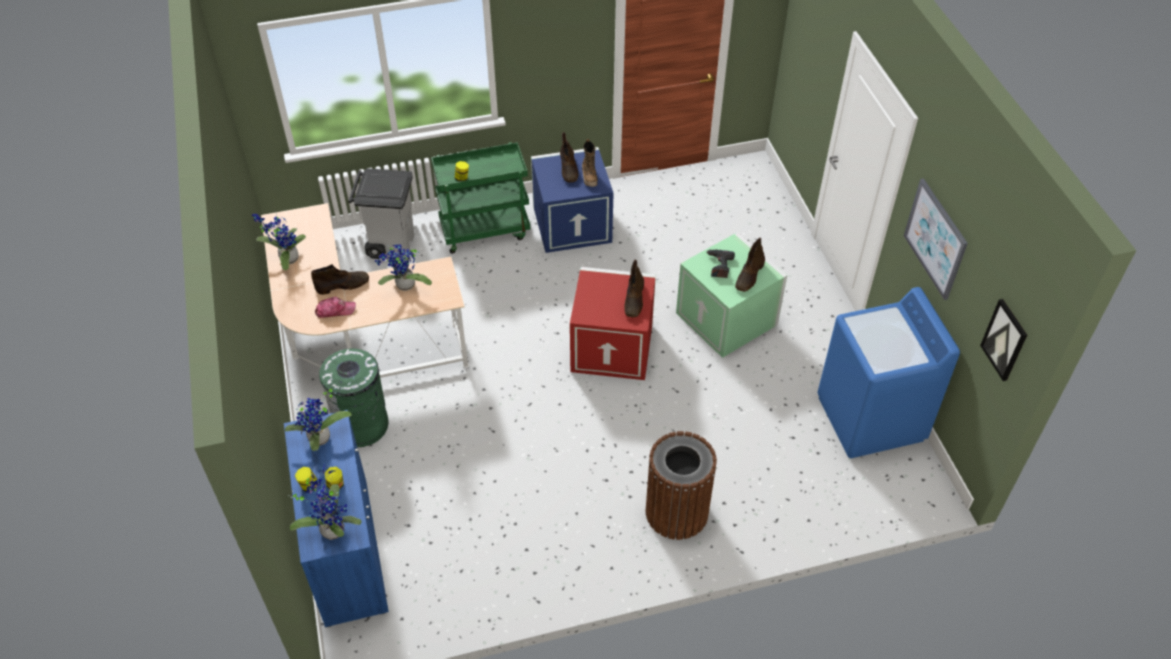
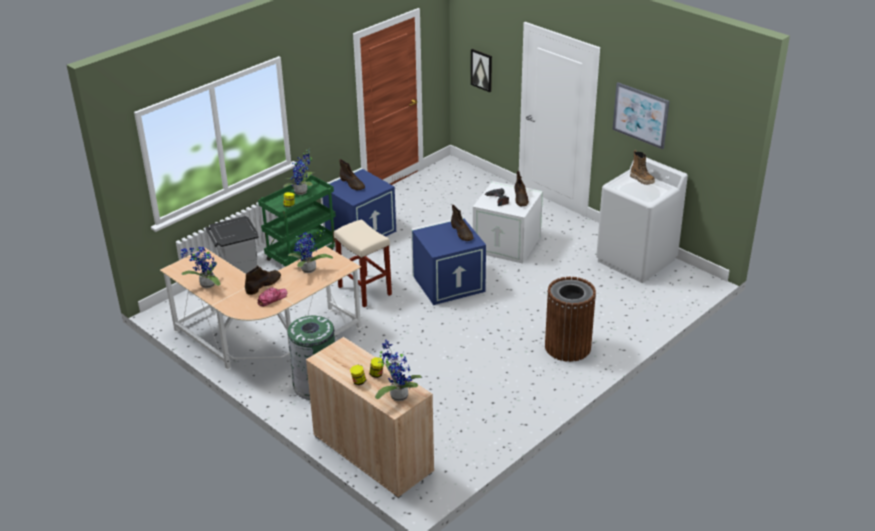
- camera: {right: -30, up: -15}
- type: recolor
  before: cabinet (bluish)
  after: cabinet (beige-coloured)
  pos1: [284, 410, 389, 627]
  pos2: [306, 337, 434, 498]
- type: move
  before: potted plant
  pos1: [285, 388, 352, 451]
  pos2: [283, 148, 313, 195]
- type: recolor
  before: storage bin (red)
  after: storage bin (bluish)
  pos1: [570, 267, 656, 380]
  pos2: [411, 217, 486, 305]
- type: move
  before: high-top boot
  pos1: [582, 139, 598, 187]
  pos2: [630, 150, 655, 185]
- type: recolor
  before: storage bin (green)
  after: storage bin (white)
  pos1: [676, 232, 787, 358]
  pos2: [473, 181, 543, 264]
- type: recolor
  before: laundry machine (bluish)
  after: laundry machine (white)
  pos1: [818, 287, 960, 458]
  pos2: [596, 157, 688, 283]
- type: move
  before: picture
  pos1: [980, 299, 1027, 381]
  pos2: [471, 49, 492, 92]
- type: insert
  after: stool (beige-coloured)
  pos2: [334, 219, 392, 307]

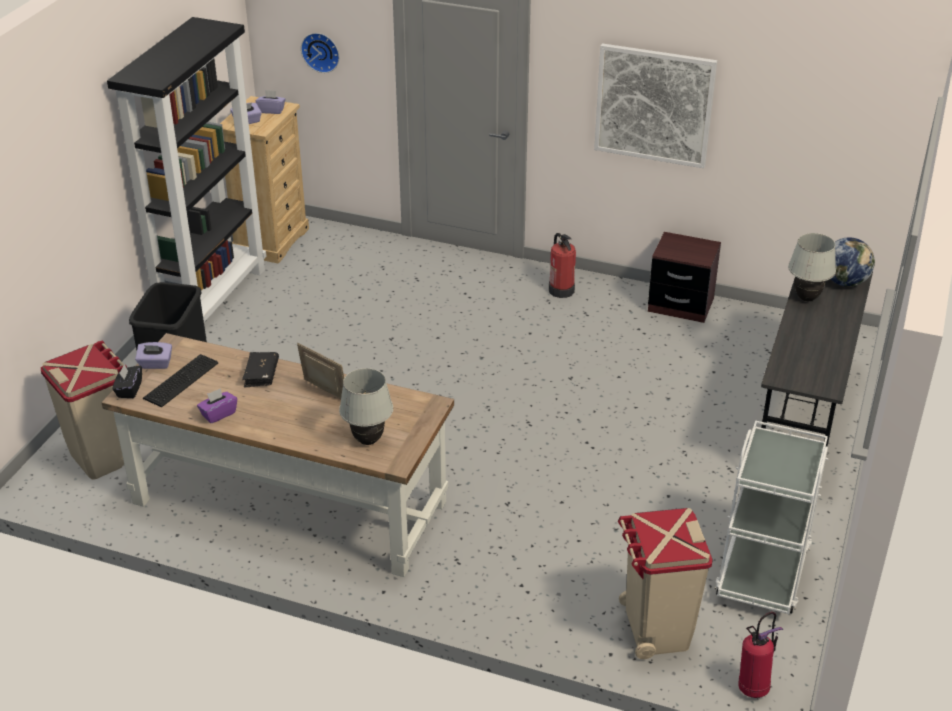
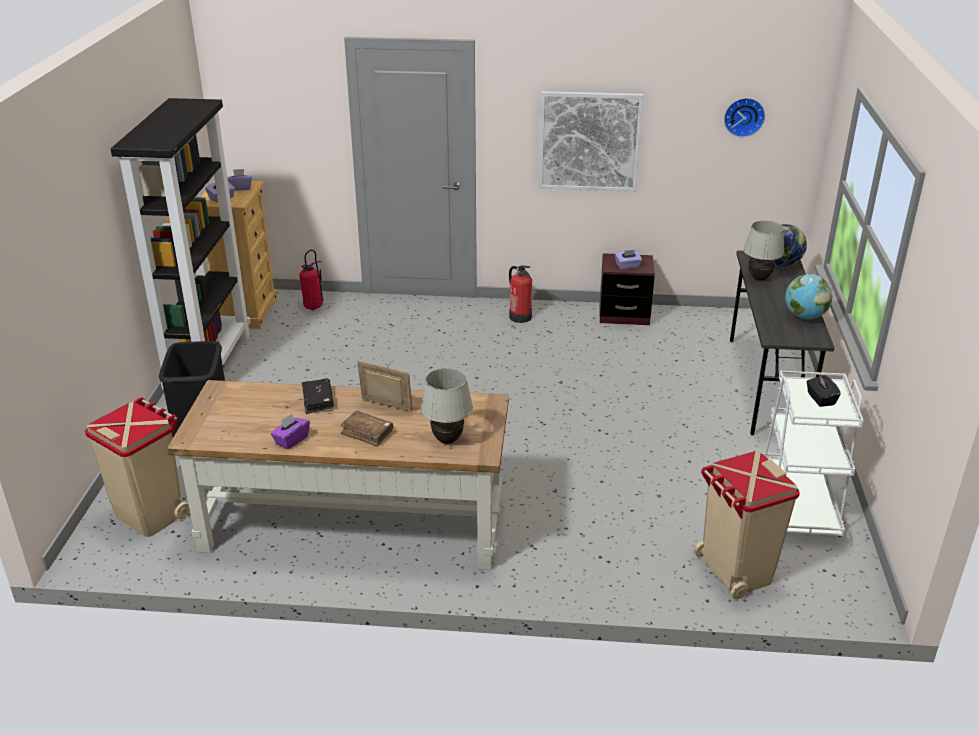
- camera: {right: -15, up: -5}
- type: move
  before: box of tissues (blackish)
  pos1: [112, 364, 142, 398]
  pos2: [806, 375, 841, 407]
- type: move
  before: box of tissues (purple)
  pos1: [135, 342, 172, 369]
  pos2: [615, 250, 642, 269]
- type: delete
  before: keyboard
  pos1: [143, 354, 219, 407]
- type: move
  before: wall clock
  pos1: [301, 33, 340, 73]
  pos2: [724, 98, 765, 137]
- type: move
  before: extinguisher
  pos1: [738, 612, 784, 698]
  pos2: [299, 250, 323, 310]
- type: insert
  after: book (brown)
  pos2: [340, 411, 393, 447]
- type: insert
  after: desk globe
  pos2: [785, 274, 832, 319]

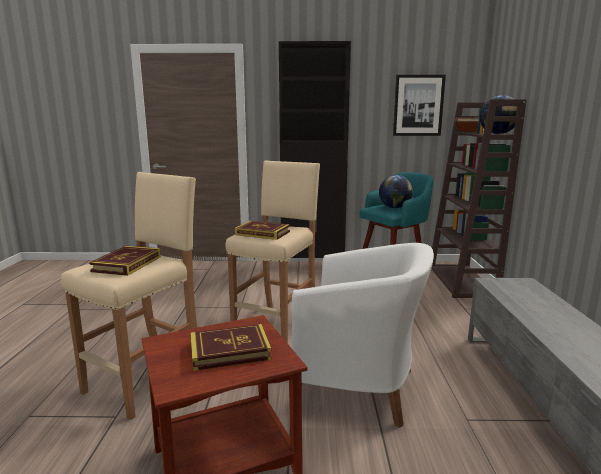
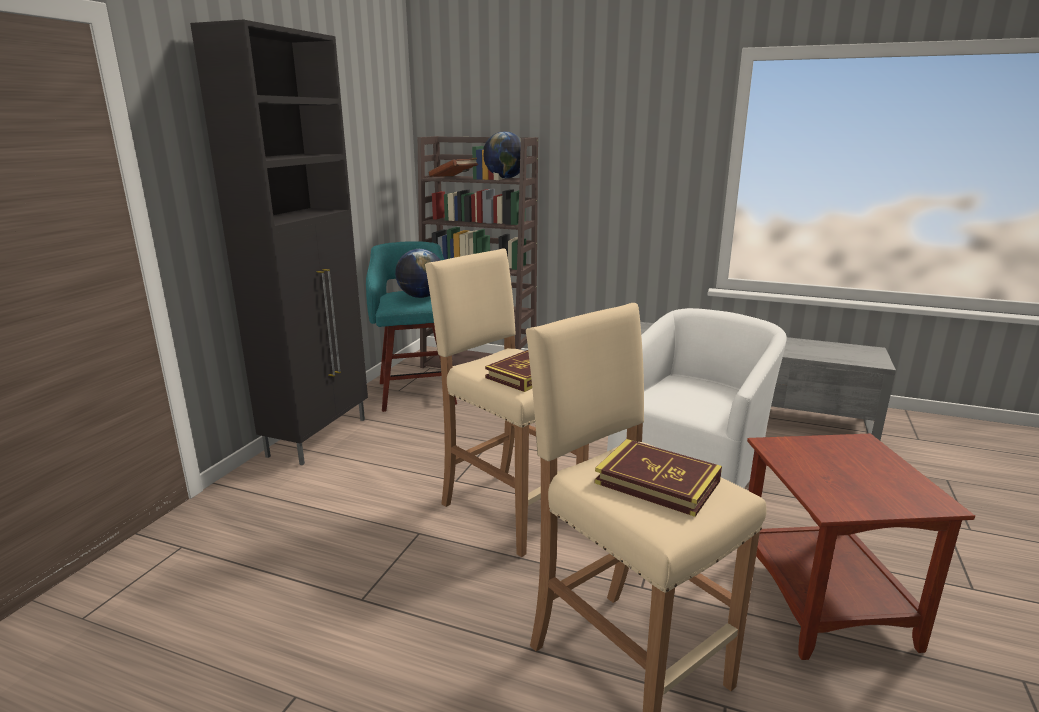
- camera: {right: -70, up: 5}
- type: delete
  before: book
  pos1: [190, 324, 272, 371]
- type: delete
  before: picture
  pos1: [393, 75, 446, 136]

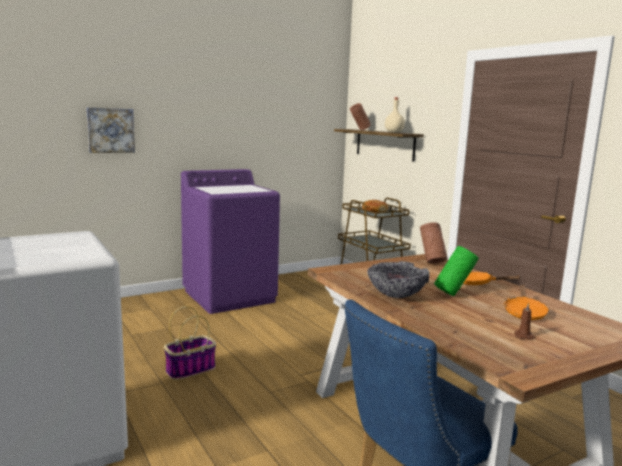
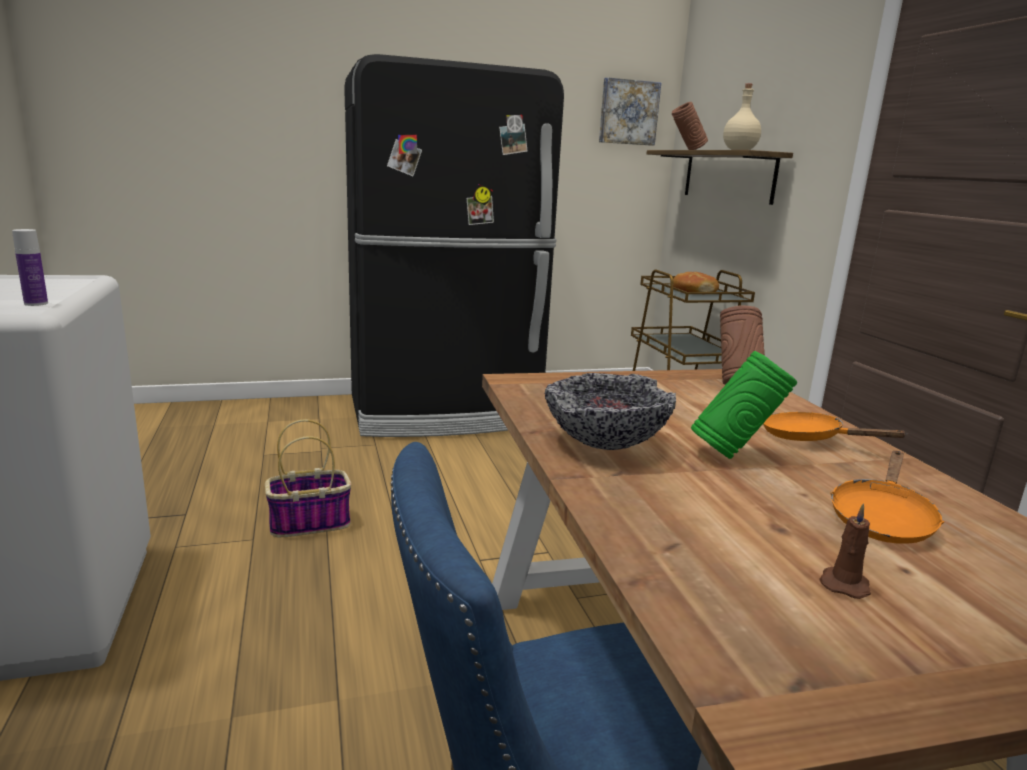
- camera: {right: 15, up: 5}
- type: move
  before: picture
  pos1: [86, 107, 135, 153]
  pos2: [599, 77, 661, 146]
- type: replace
  before: laundry machine (purple)
  after: kitchen fridge (blackish)
  pos1: [181, 169, 280, 314]
  pos2: [344, 54, 564, 437]
- type: insert
  after: bottle
  pos2: [12, 229, 48, 306]

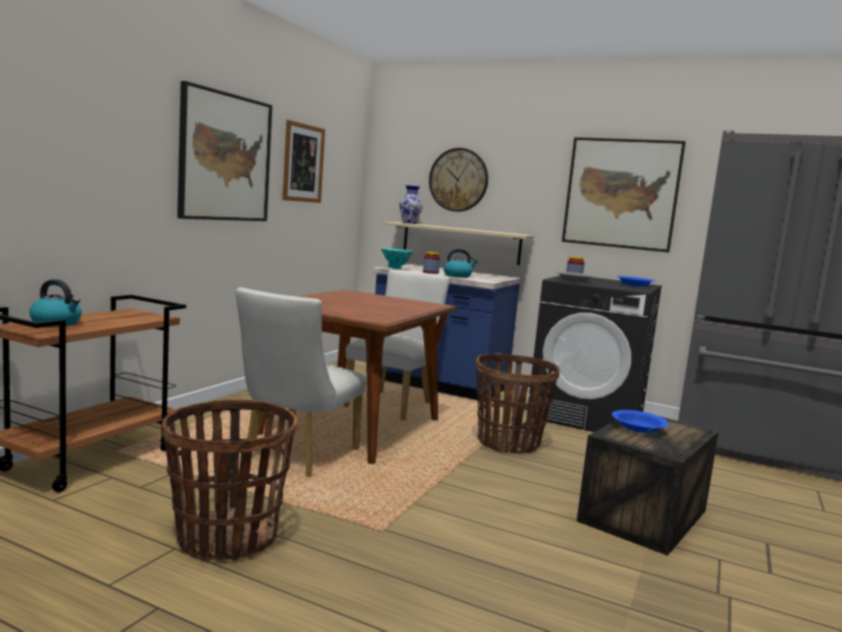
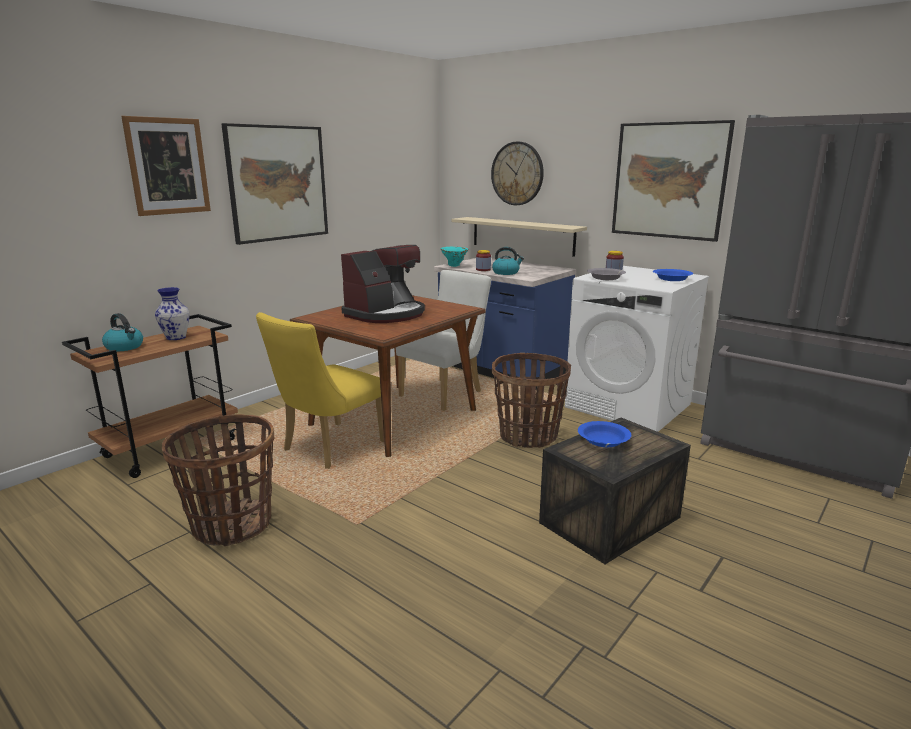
- camera: {right: 15, up: 10}
- type: recolor
  before: upright chair (white)
  after: upright chair (yellow-coloured)
  pos1: [236, 287, 367, 477]
  pos2: [256, 312, 384, 469]
- type: move
  before: picture
  pos1: [283, 120, 325, 203]
  pos2: [121, 116, 211, 216]
- type: move
  before: decorative vase
  pos1: [400, 185, 423, 224]
  pos2: [155, 287, 190, 340]
- type: recolor
  before: laundry machine (blackish)
  after: laundry machine (white)
  pos1: [527, 276, 662, 432]
  pos2: [565, 266, 709, 432]
- type: insert
  after: coffee machine
  pos2: [341, 245, 425, 323]

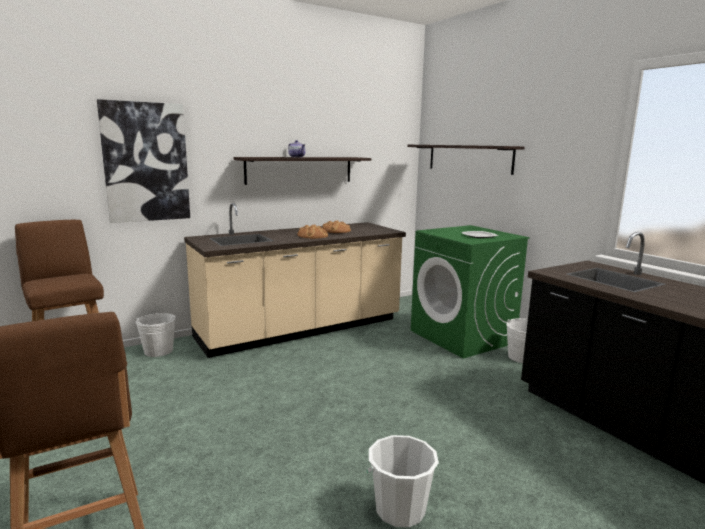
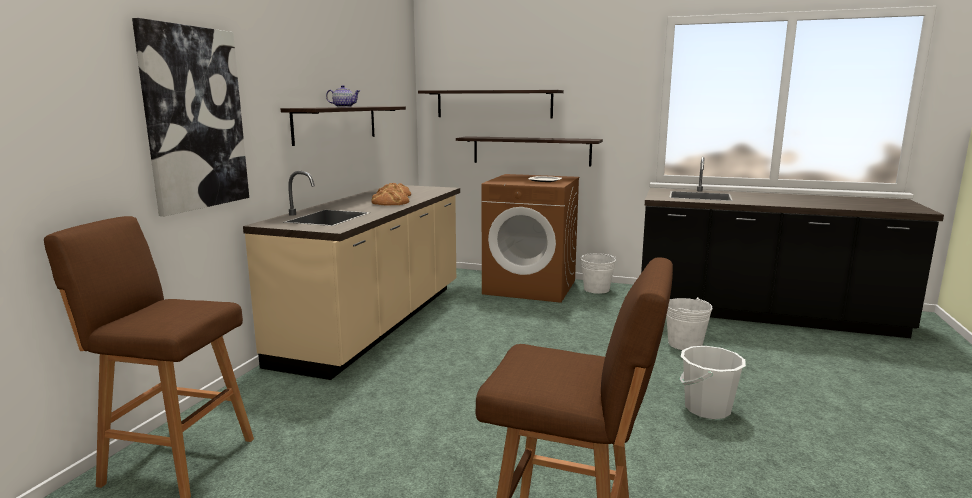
- camera: {right: -40, up: 0}
- type: move
  before: water bucket (white)
  pos1: [136, 313, 176, 357]
  pos2: [666, 297, 712, 350]
- type: recolor
  before: laundry machine (green)
  after: laundry machine (brown)
  pos1: [411, 225, 530, 359]
  pos2: [482, 174, 579, 303]
- type: insert
  after: wall shelf
  pos2: [456, 136, 603, 167]

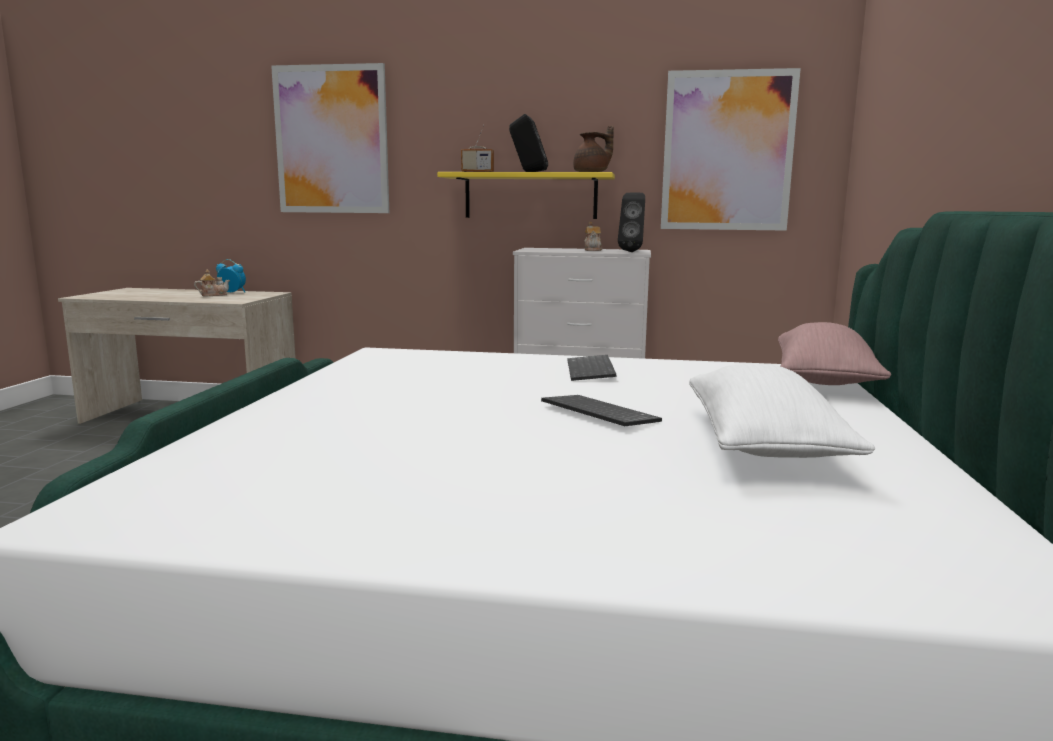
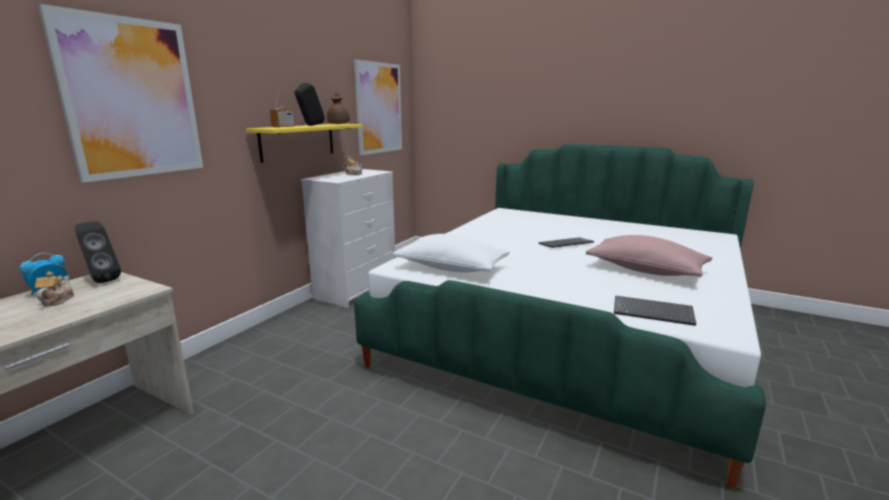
- camera: {right: -70, up: 5}
- type: move
  before: keyboard
  pos1: [567, 355, 617, 381]
  pos2: [614, 296, 696, 326]
- type: move
  before: speaker (blackish)
  pos1: [618, 192, 645, 252]
  pos2: [75, 221, 121, 283]
- type: move
  before: cushion (white)
  pos1: [689, 364, 875, 458]
  pos2: [392, 234, 510, 273]
- type: move
  before: cushion (pink)
  pos1: [778, 322, 891, 385]
  pos2: [586, 235, 712, 277]

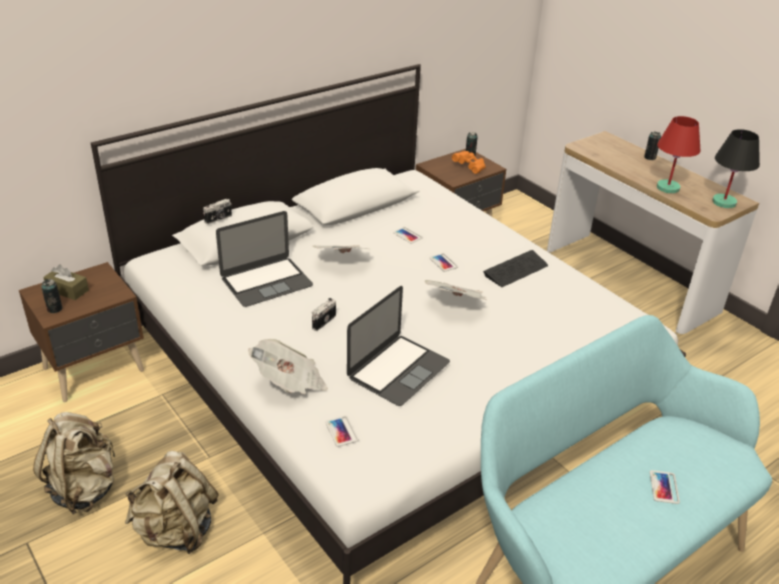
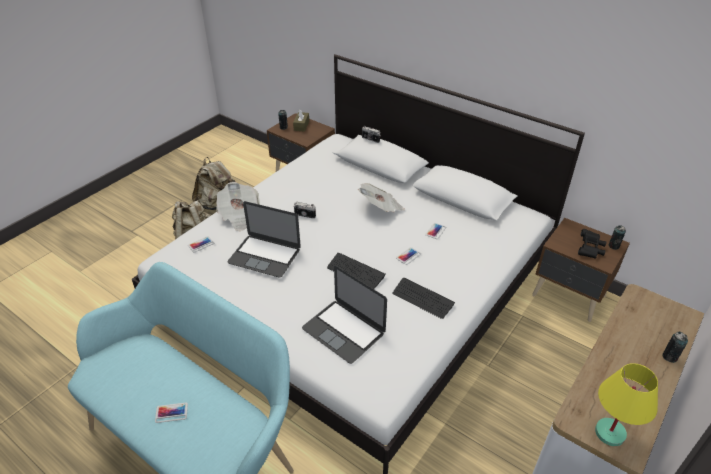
- camera: {right: 75, up: 5}
- type: move
  before: notebook computer
  pos1: [216, 211, 313, 307]
  pos2: [302, 266, 387, 364]
- type: replace
  before: newspaper
  after: keyboard
  pos1: [425, 280, 486, 300]
  pos2: [327, 253, 386, 289]
- type: recolor
  before: pair of binoculars (orange-coloured)
  after: pair of binoculars (blackish)
  pos1: [452, 151, 486, 174]
  pos2: [578, 229, 606, 259]
- type: delete
  before: tabletop lamp (red)
  pos1: [657, 116, 700, 194]
- type: recolor
  before: tabletop lamp (blackish)
  after: tabletop lamp (yellow-coloured)
  pos1: [712, 129, 760, 208]
  pos2: [595, 363, 658, 446]

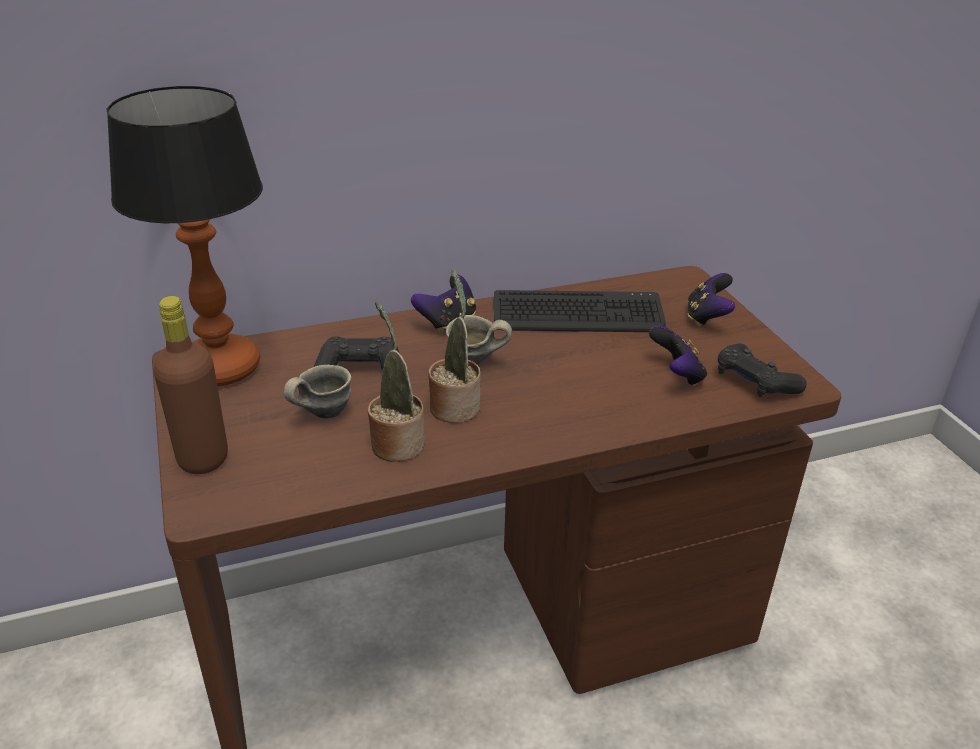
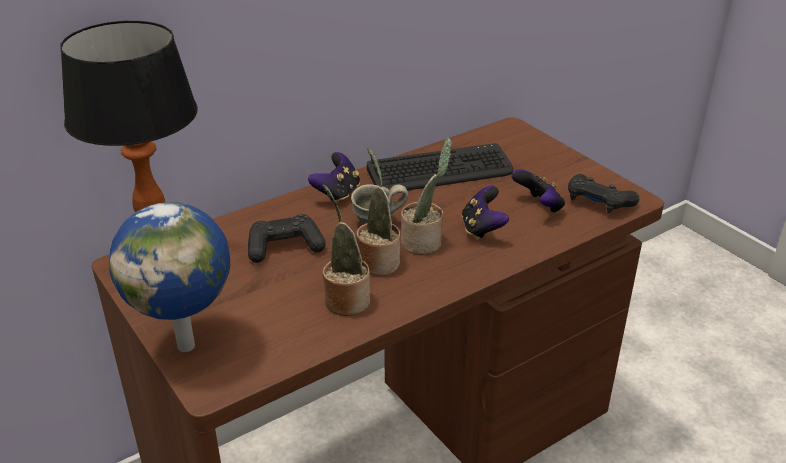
- camera: {right: -15, up: 0}
- type: replace
  before: bottle (brown)
  after: desk globe
  pos1: [153, 296, 228, 474]
  pos2: [109, 202, 230, 352]
- type: delete
  before: mug (greyish)
  pos1: [284, 365, 351, 418]
- type: move
  before: joypad
  pos1: [687, 273, 735, 327]
  pos2: [462, 186, 509, 240]
- type: insert
  after: potted plant
  pos2: [401, 138, 452, 254]

